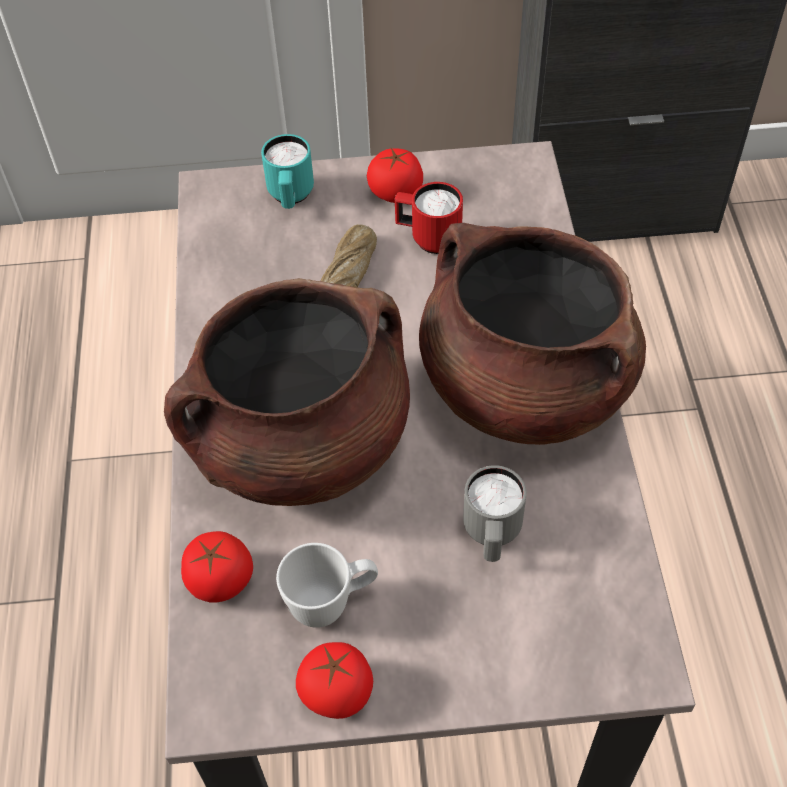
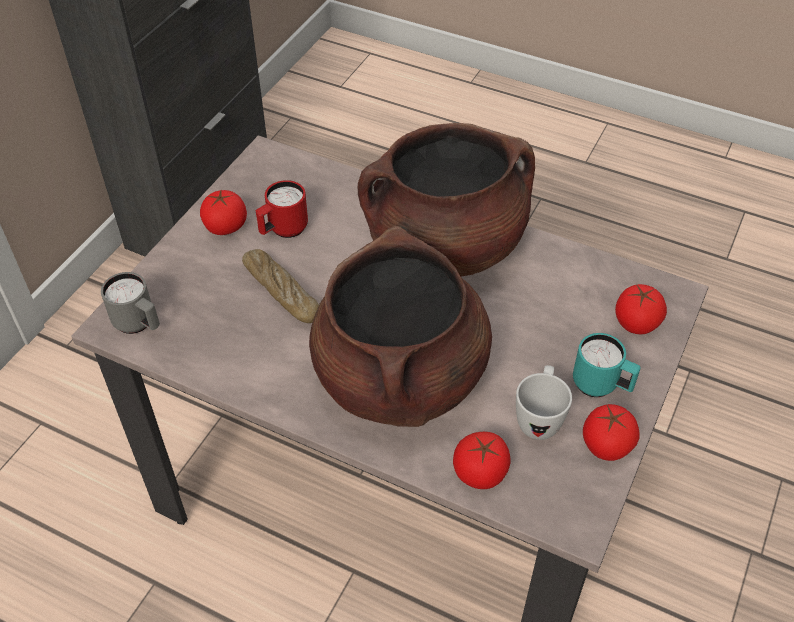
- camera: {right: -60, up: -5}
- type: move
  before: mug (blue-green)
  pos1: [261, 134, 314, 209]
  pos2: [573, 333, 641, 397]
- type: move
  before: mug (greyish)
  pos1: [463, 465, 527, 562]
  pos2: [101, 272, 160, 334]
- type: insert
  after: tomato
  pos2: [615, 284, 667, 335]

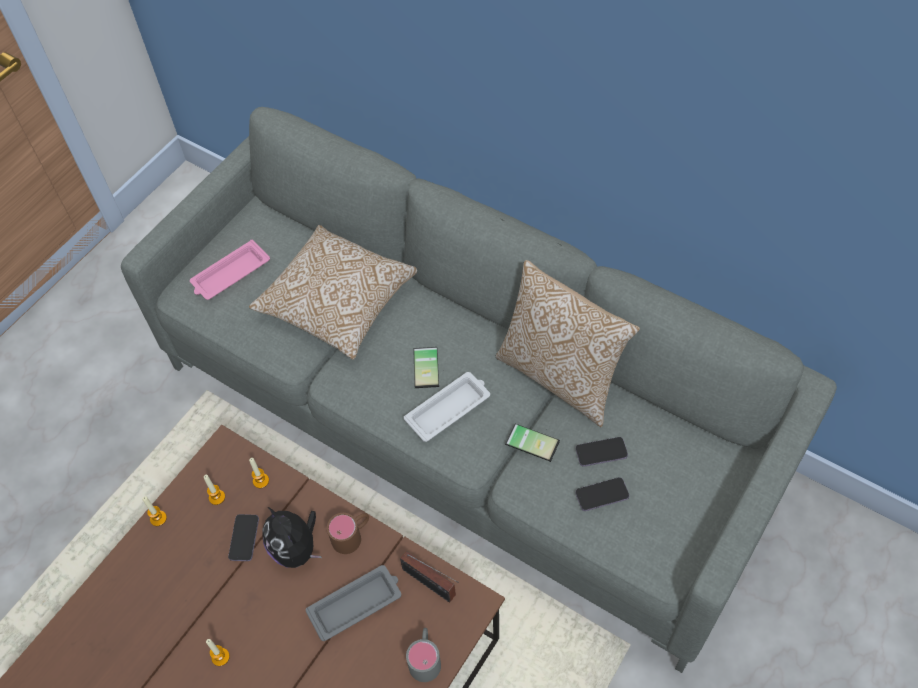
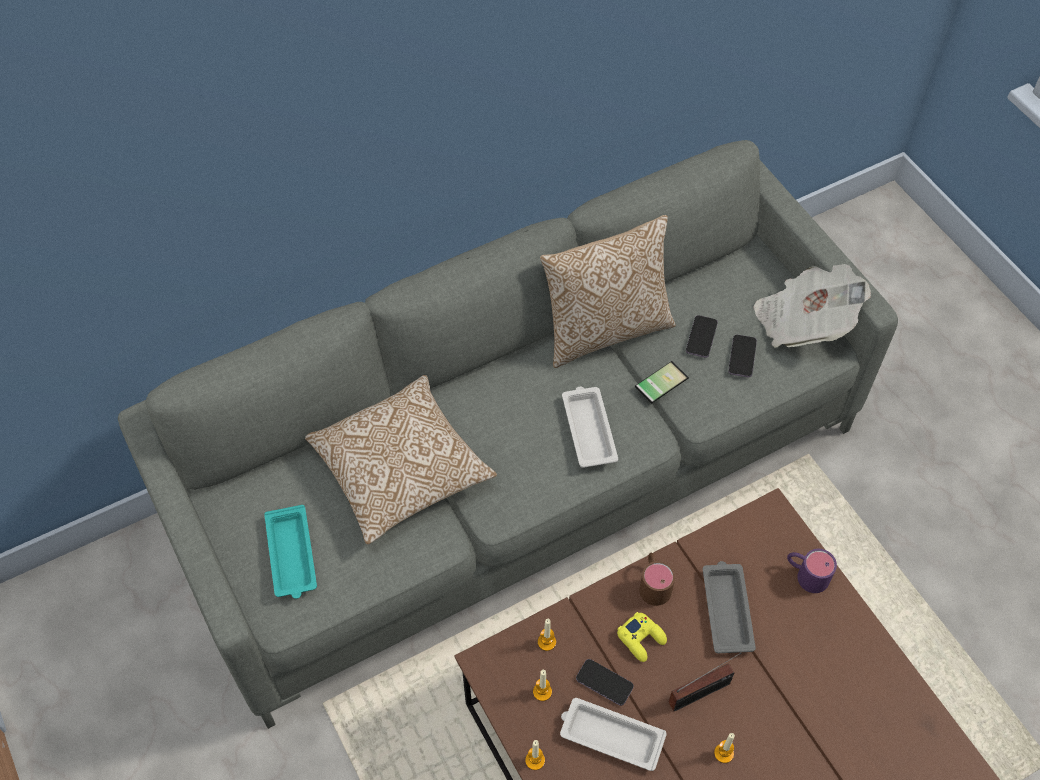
- camera: {right: -65, up: 0}
- type: recolor
  before: tray (pink)
  after: tray (blue-green)
  pos1: [190, 240, 270, 300]
  pos2: [264, 505, 317, 599]
- type: replace
  before: cuddly toy
  after: joypad (yellow-coloured)
  pos1: [262, 507, 322, 568]
  pos2: [617, 612, 667, 662]
- type: move
  before: radio set
  pos1: [400, 551, 458, 603]
  pos2: [669, 652, 741, 711]
- type: recolor
  before: mug (greyish)
  after: mug (purple)
  pos1: [406, 628, 441, 682]
  pos2: [787, 549, 837, 593]
- type: delete
  before: telephone
  pos1: [413, 347, 439, 388]
- type: insert
  after: tray (white)
  pos2: [560, 698, 667, 771]
- type: insert
  after: newspaper
  pos2: [753, 264, 871, 347]

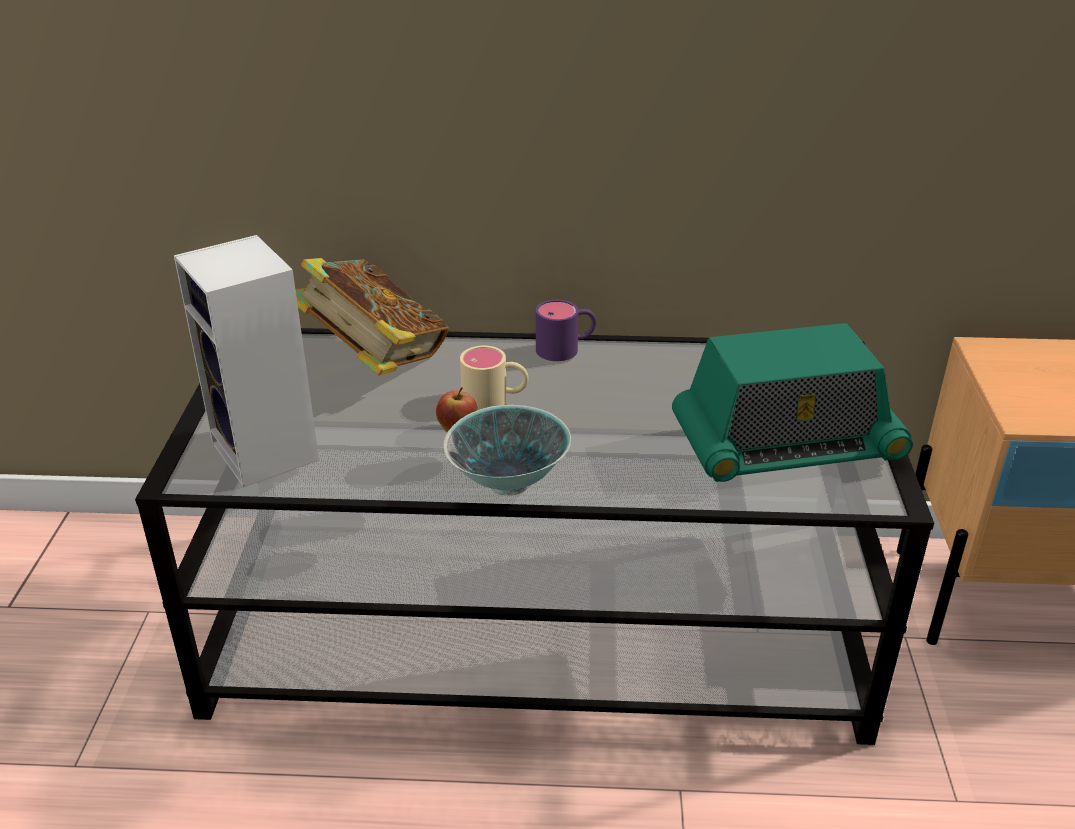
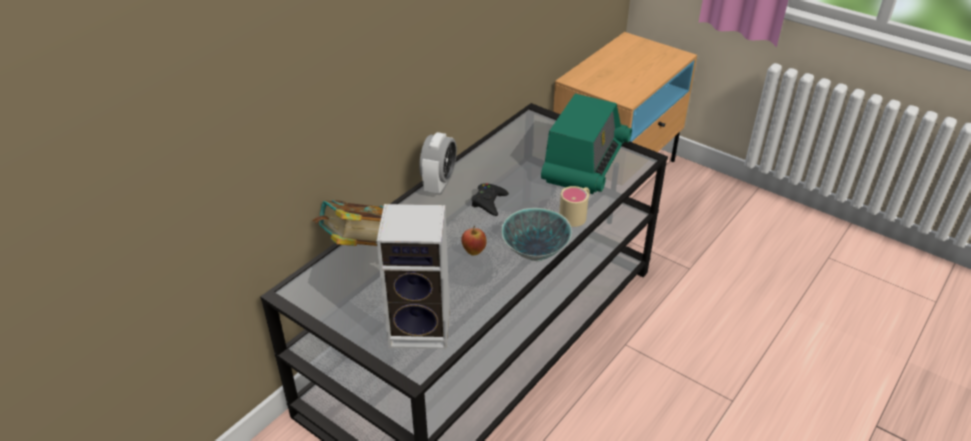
- camera: {right: -55, up: 5}
- type: move
  before: mug (beige-coloured)
  pos1: [460, 346, 529, 410]
  pos2: [559, 186, 590, 227]
- type: replace
  before: mug (purple)
  after: alarm clock
  pos1: [536, 300, 597, 361]
  pos2: [419, 132, 457, 194]
- type: insert
  after: joypad (blackish)
  pos2: [472, 183, 509, 216]

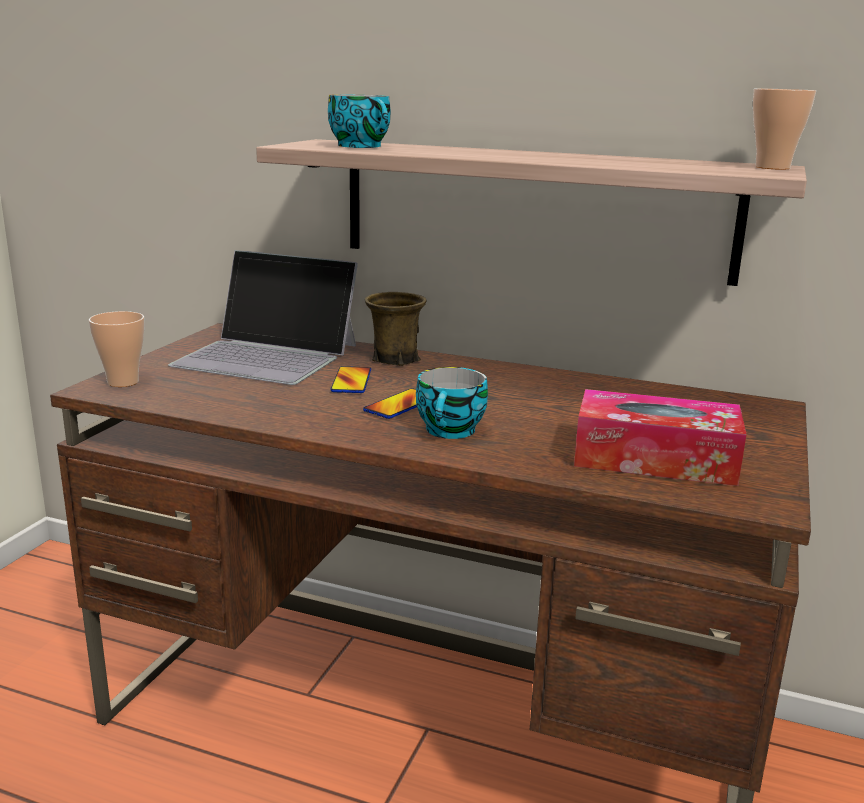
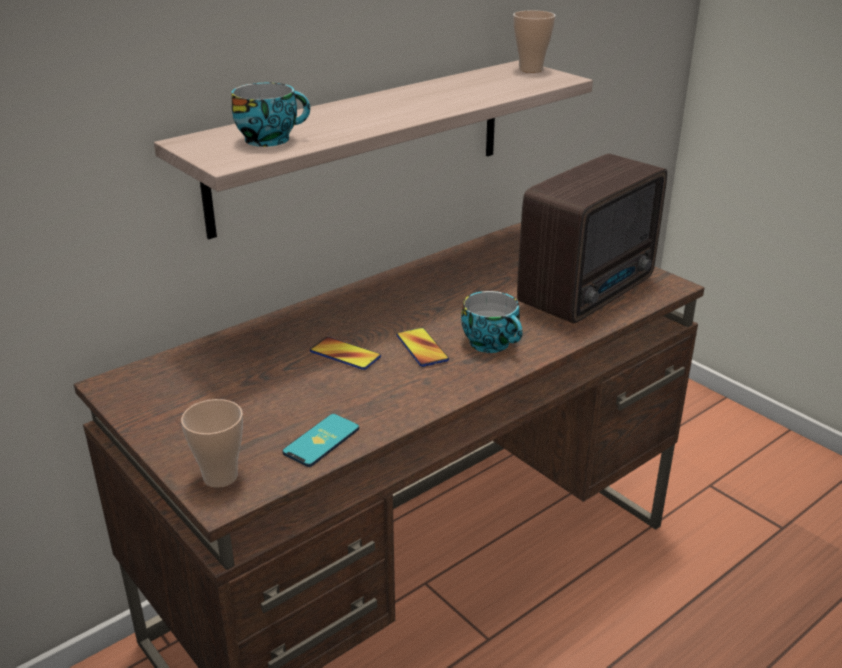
- camera: {right: -60, up: 10}
- type: delete
  before: notebook computer
  pos1: [168, 250, 358, 385]
- type: delete
  before: mug (brown)
  pos1: [364, 292, 427, 366]
- type: replace
  before: box of tissues
  after: radio set
  pos1: [574, 389, 747, 486]
  pos2: [517, 154, 667, 323]
- type: insert
  after: telephone
  pos2: [282, 414, 359, 467]

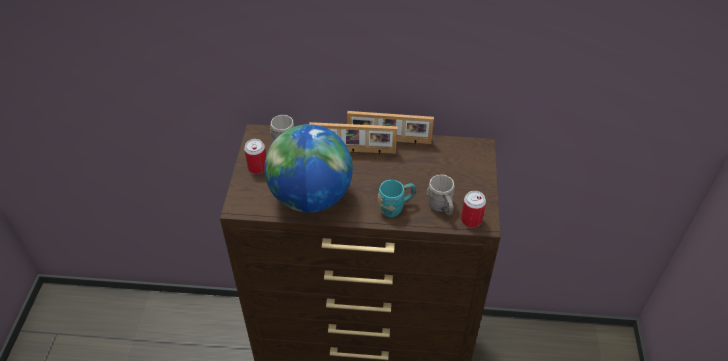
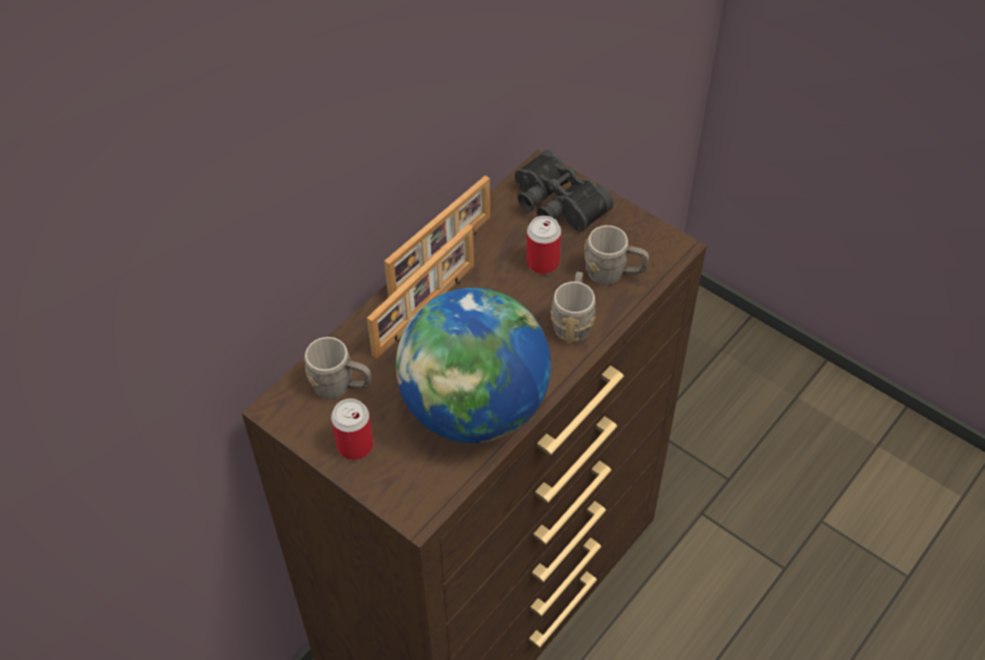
- camera: {right: -55, up: 5}
- type: recolor
  before: mug (blue-green)
  after: mug (greyish)
  pos1: [378, 180, 416, 217]
  pos2: [550, 272, 596, 343]
- type: move
  before: metal can
  pos1: [461, 191, 486, 228]
  pos2: [526, 216, 561, 274]
- type: insert
  after: pair of binoculars (blackish)
  pos2: [515, 150, 614, 231]

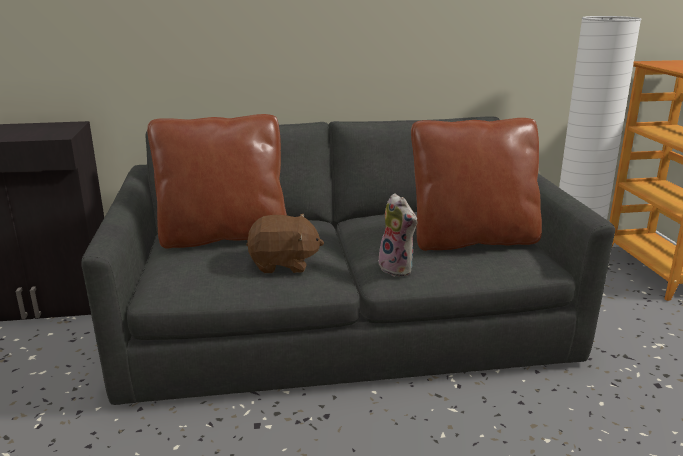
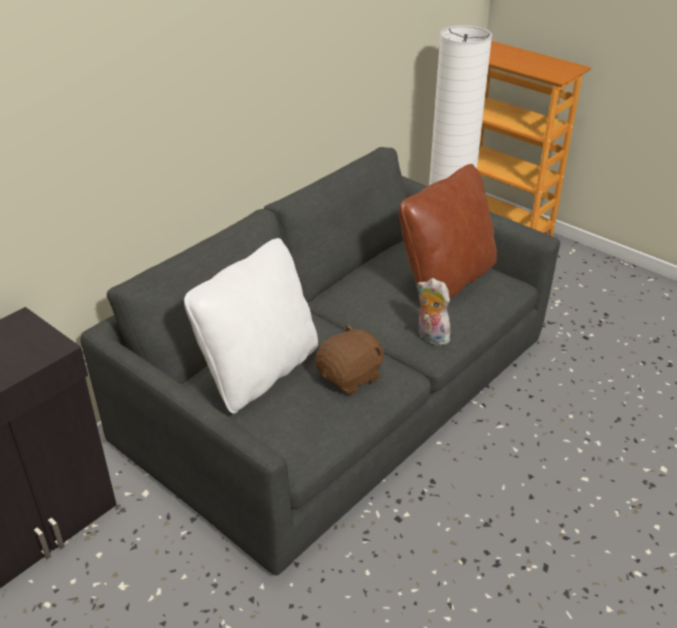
- camera: {right: -40, up: 15}
- type: recolor
  before: cushion (brown)
  after: cushion (white)
  pos1: [147, 114, 287, 249]
  pos2: [184, 238, 318, 414]
- type: rotate
  before: cuddly toy
  pos1: [379, 194, 418, 276]
  pos2: [417, 278, 450, 346]
  turn: -150

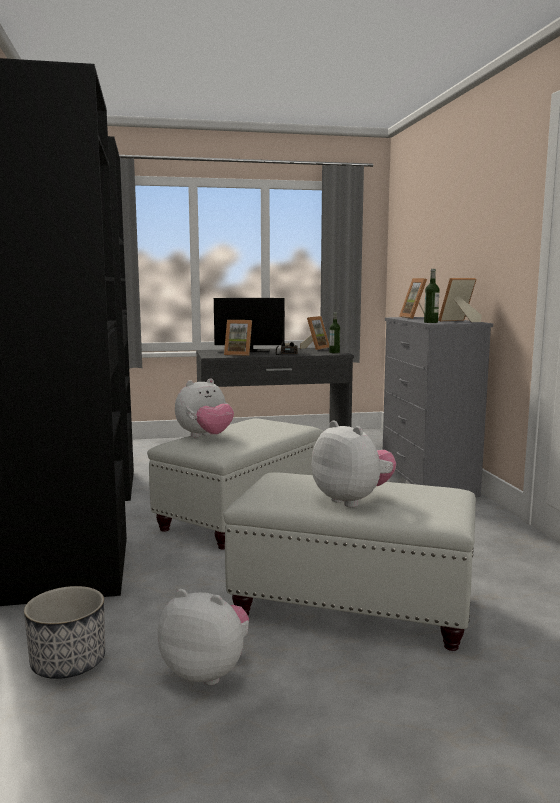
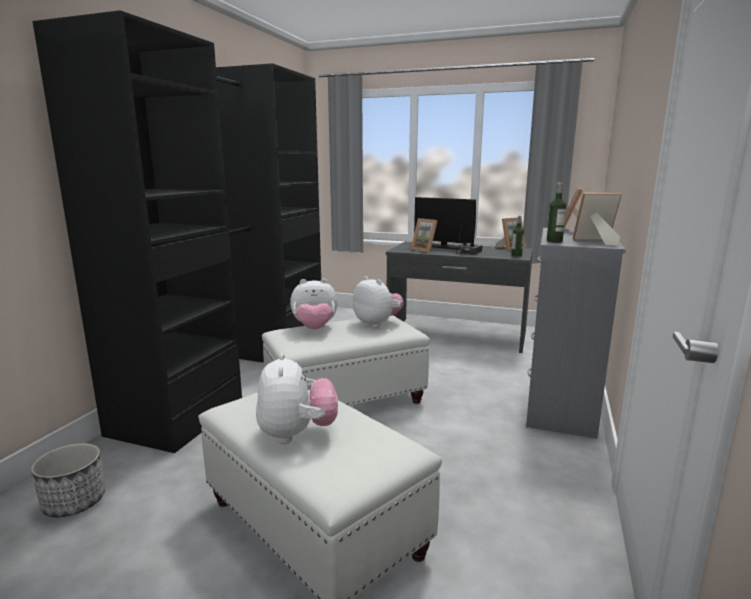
- camera: {right: 30, up: 5}
- type: move
  before: cuddly toy
  pos1: [158, 589, 249, 685]
  pos2: [353, 276, 403, 328]

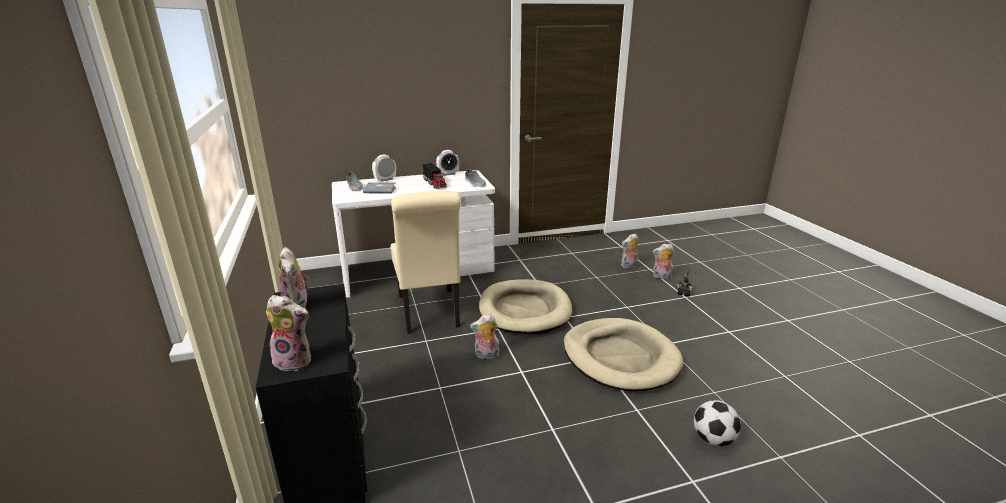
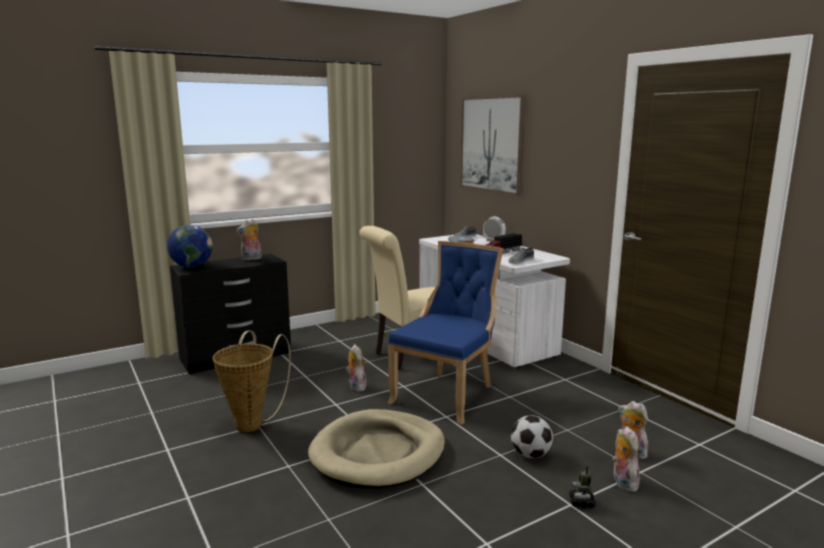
- camera: {right: 75, up: -10}
- type: replace
  before: cuddly toy
  after: desk globe
  pos1: [266, 295, 311, 371]
  pos2: [167, 225, 213, 268]
- type: delete
  before: alarm clock
  pos1: [436, 150, 459, 176]
- type: replace
  before: dog bed (beige-coloured)
  after: upright chair (bluish)
  pos1: [479, 279, 572, 334]
  pos2: [388, 241, 503, 424]
- type: move
  before: football ball
  pos1: [694, 400, 741, 446]
  pos2: [511, 415, 553, 458]
- type: insert
  after: basket
  pos2: [213, 331, 291, 432]
- type: insert
  after: picture
  pos2: [460, 95, 526, 196]

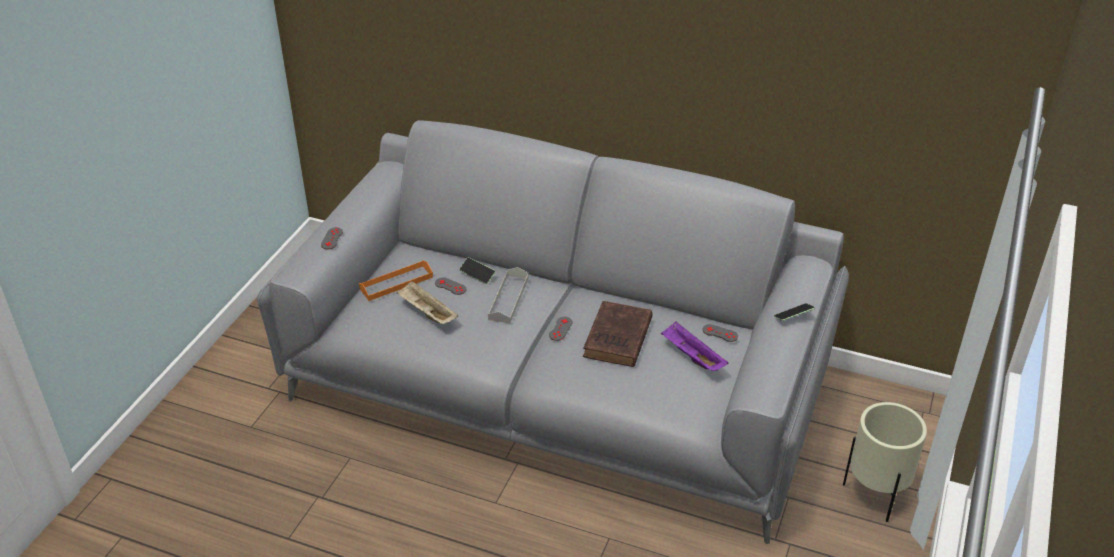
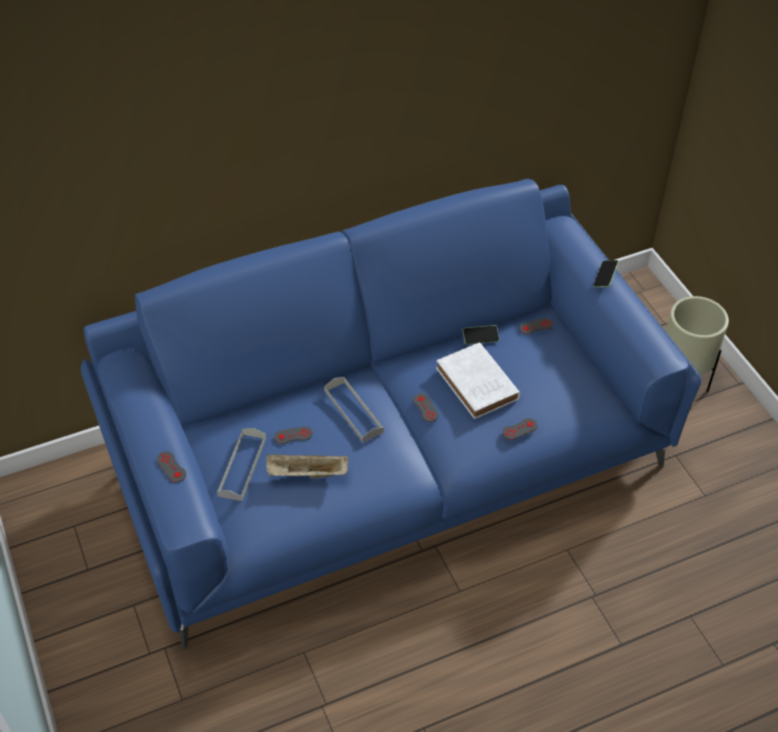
- camera: {right: -45, up: 10}
- type: recolor
  before: sofa (greyish)
  after: sofa (bluish)
  pos1: [257, 120, 849, 544]
  pos2: [81, 179, 701, 649]
- type: recolor
  before: tray (orange-coloured)
  after: tray (greyish)
  pos1: [359, 260, 433, 301]
  pos2: [217, 428, 266, 501]
- type: move
  before: telephone
  pos1: [459, 257, 496, 284]
  pos2: [462, 325, 500, 345]
- type: recolor
  before: book (brown)
  after: book (white)
  pos1: [583, 301, 652, 367]
  pos2: [436, 342, 521, 419]
- type: delete
  before: tray (purple)
  pos1: [661, 322, 728, 371]
- type: insert
  after: joypad (greyish)
  pos2: [502, 418, 538, 440]

